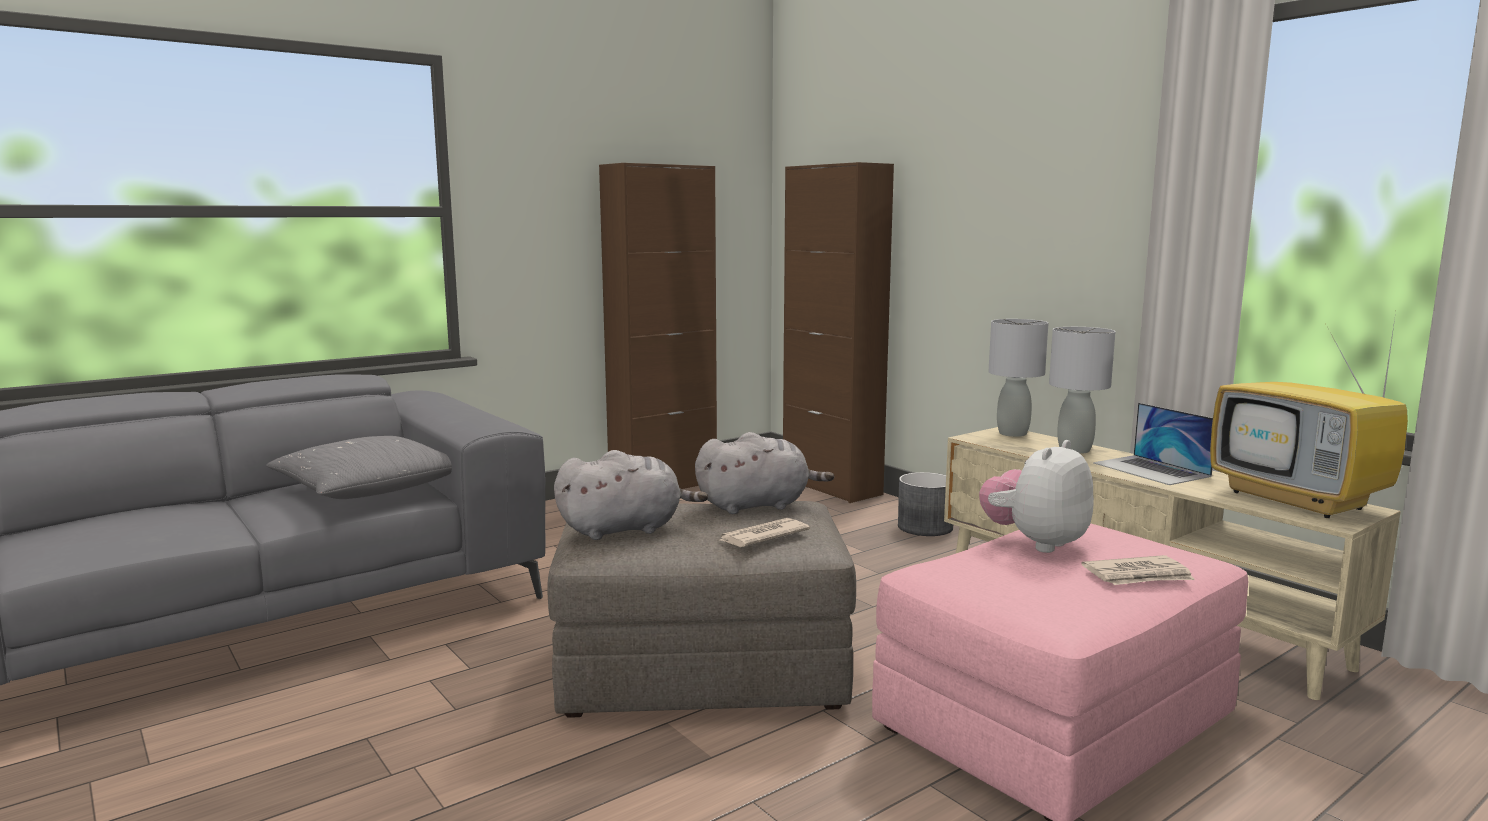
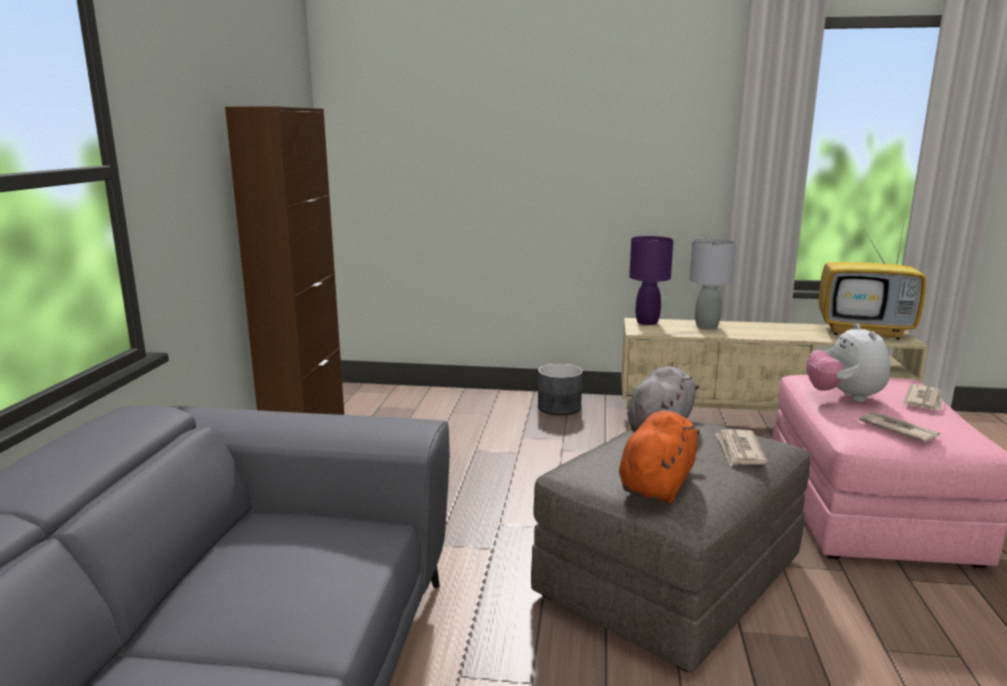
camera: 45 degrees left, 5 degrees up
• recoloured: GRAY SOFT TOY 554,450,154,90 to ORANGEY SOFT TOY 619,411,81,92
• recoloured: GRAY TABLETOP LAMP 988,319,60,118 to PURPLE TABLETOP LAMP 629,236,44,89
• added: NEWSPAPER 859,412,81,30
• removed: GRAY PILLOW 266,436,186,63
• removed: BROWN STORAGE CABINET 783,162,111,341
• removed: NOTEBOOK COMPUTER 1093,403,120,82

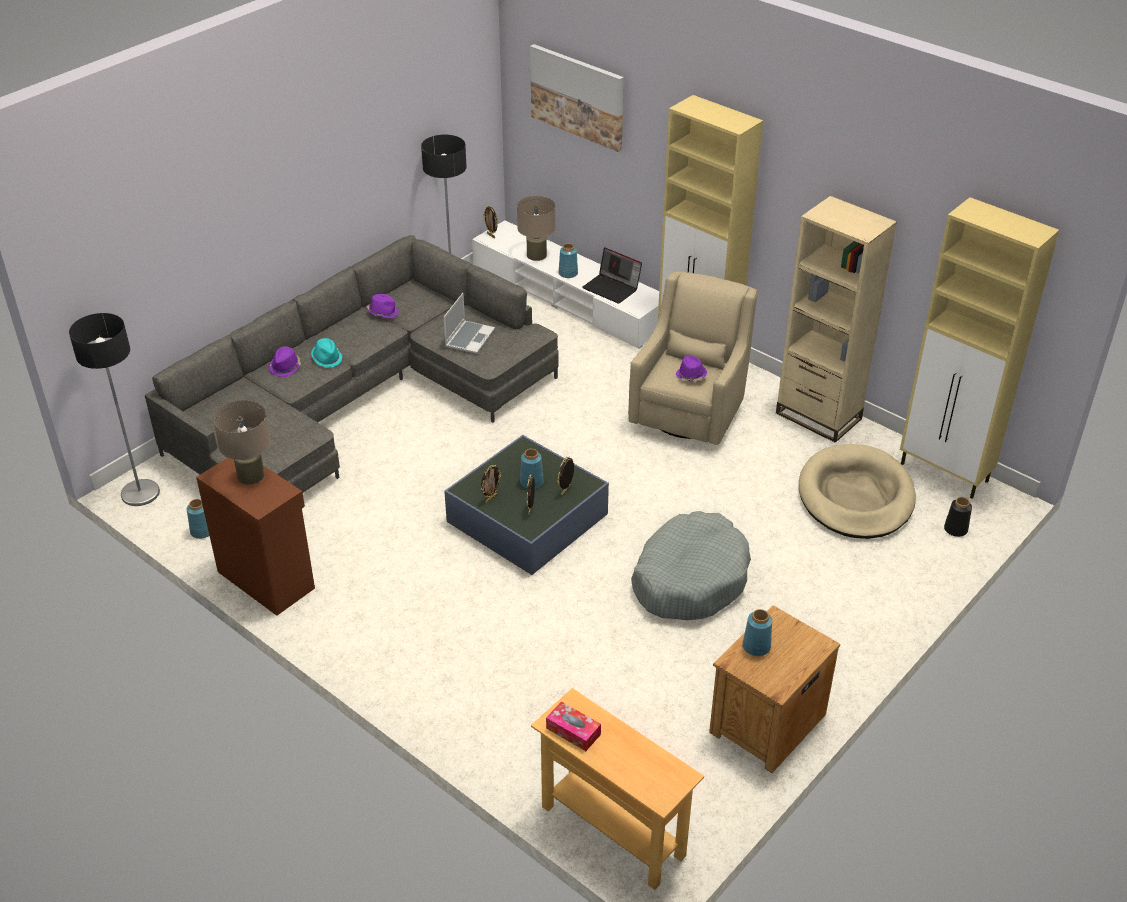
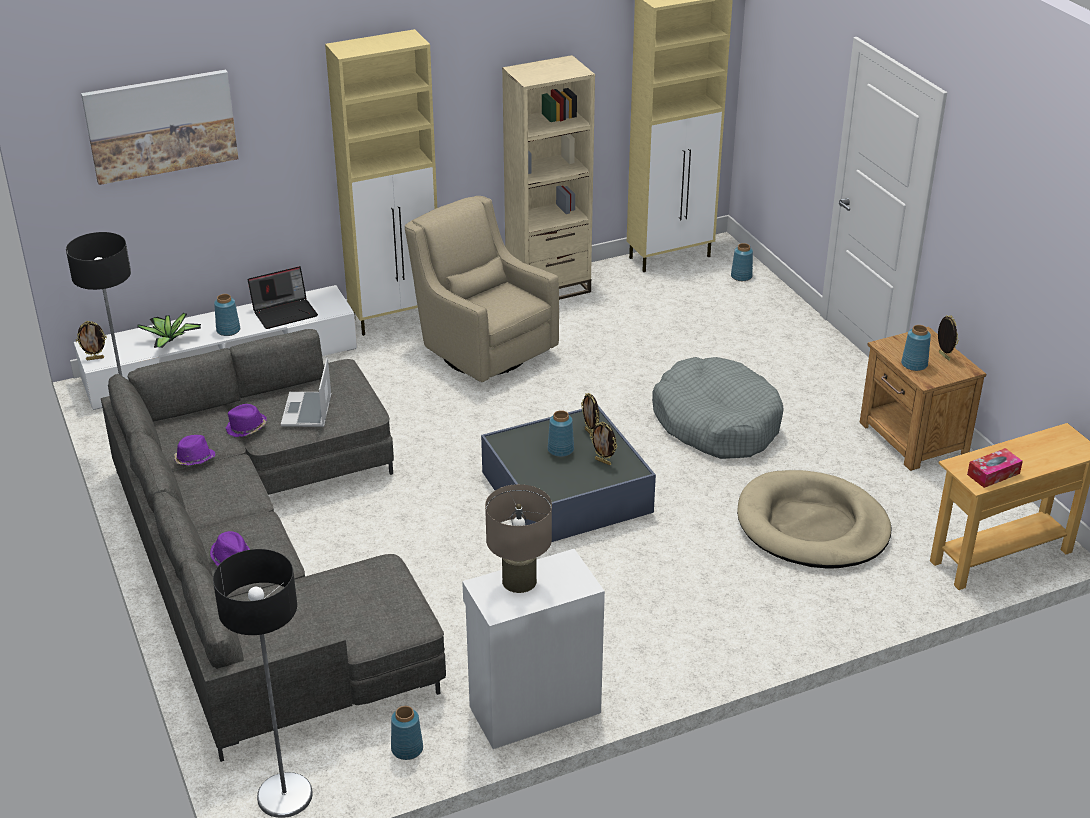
camera: 65 degrees left, 5 degrees down
• replaced: BEIGE-COLOURED TABLETOP LAMP 517,196,38,65 to PLANT IN A POT 137,313,64,35
• moved: PURPLE HAT 676,356,31,25 to 225,404,42,33
• turned: NOTEBOOK COMPUTER 444,293,51,61 = 281,357,51,70 135 degrees counterclockwise
• recoloured: BROWN STORAGE CABINET 196,458,119,158 to WHITISH STORAGE CABINET 462,549,143,200
• recoloured: BLACK DECORATIVE VASE 944,497,28,40 to BLUE DECORATIVE VASE 731,243,22,38
• moved: BEIGE-COLOURED PET BED 799,444,117,95 to 737,470,155,99
• moved: PHOTO FRAME 481,465,20,38 to 938,315,21,46
• removed: TURQUOISE HAT 311,338,31,30

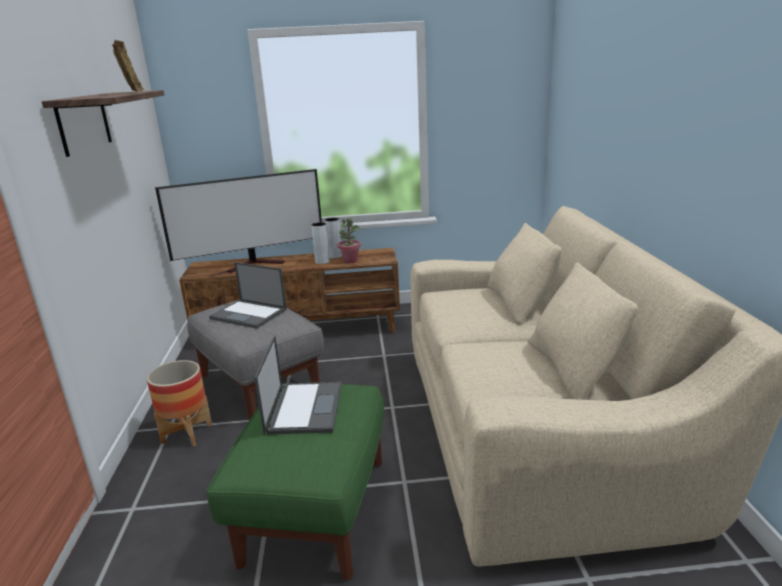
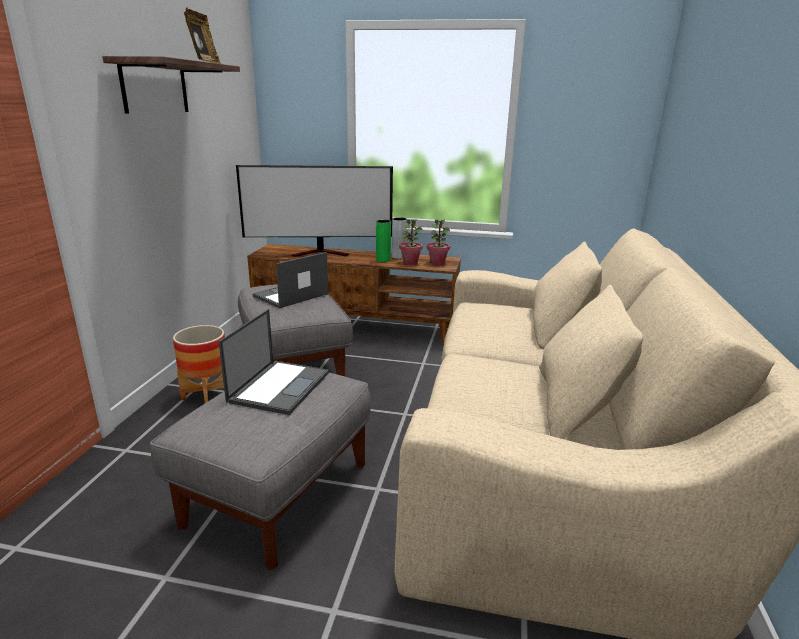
camera: 15 degrees right, 0 degrees up
• recoloured: GREENISH FOOTREST 207,384,177,197 to GRAY FOOTREST 150,373,221,197
• turned: NOTEBOOK COMPUTER 209,262,78,67 = 253,252,75,56 90 degrees clockwise
• recoloured: GRAY DECORATIVE VASE 311,222,19,42 to GREENISH DECORATIVE VASE 376,220,15,42
• added: PLANT IN A POT 427,220,23,45

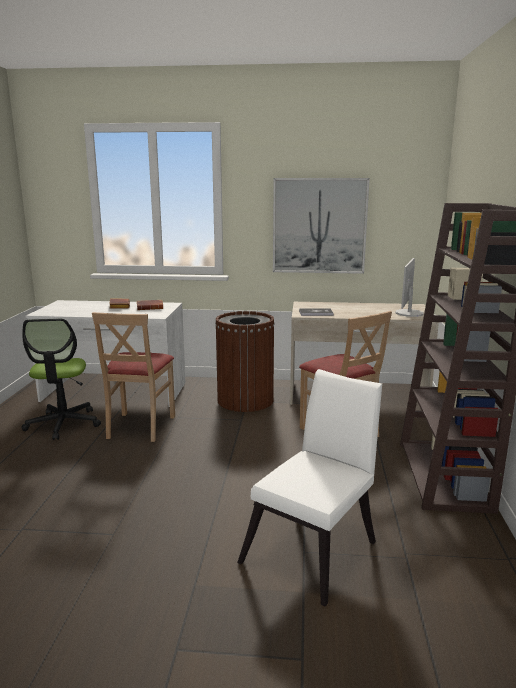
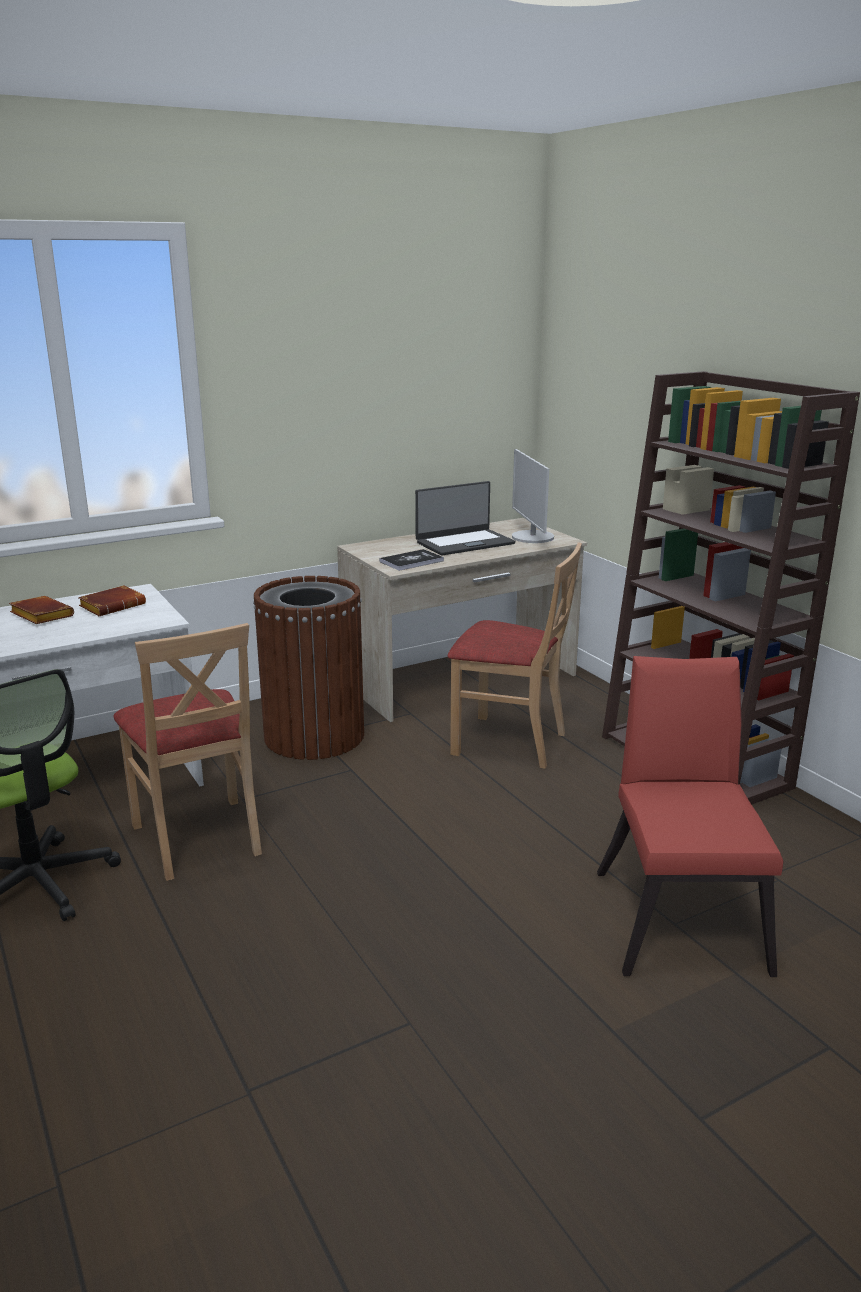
camera: 35 degrees left, 5 degrees up
• added: NOTEBOOK COMPUTER 415,481,100,74
• recoloured: WHITISH UPRIGHT CHAIR 237,369,145,238 to REDDISH UPRIGHT CHAIR 597,656,186,321
• removed: WALL PICTURE 273,178,97,96

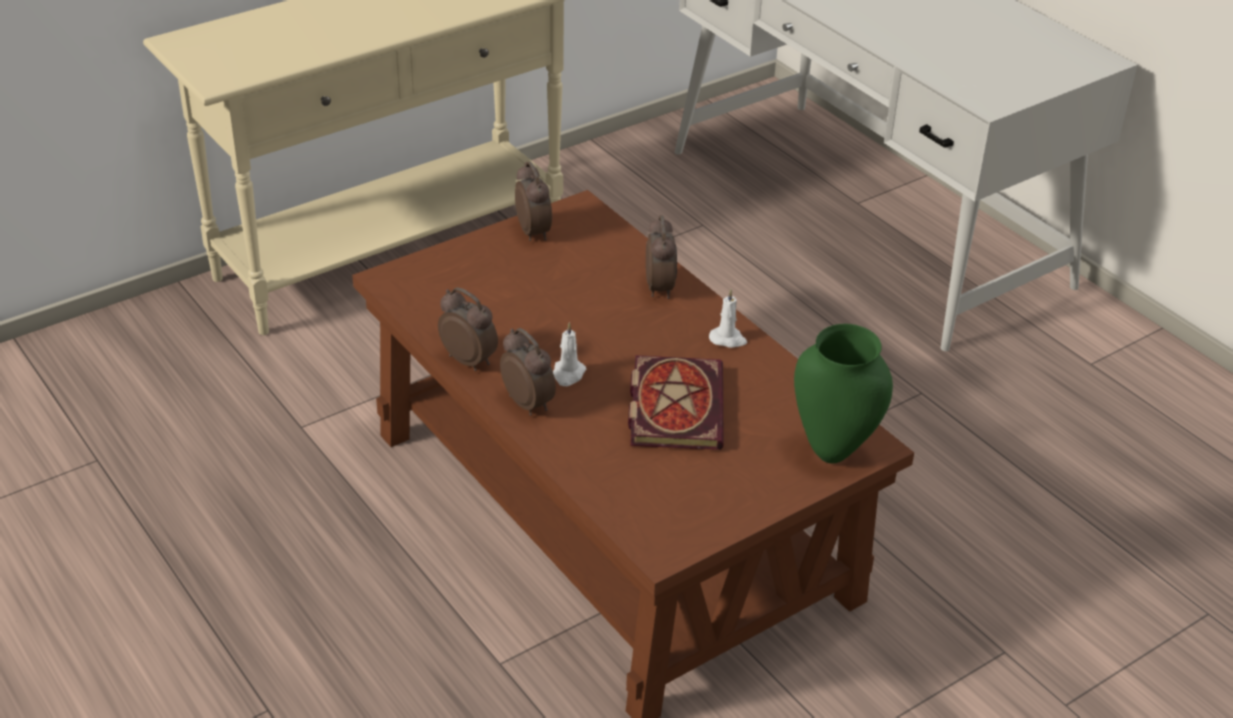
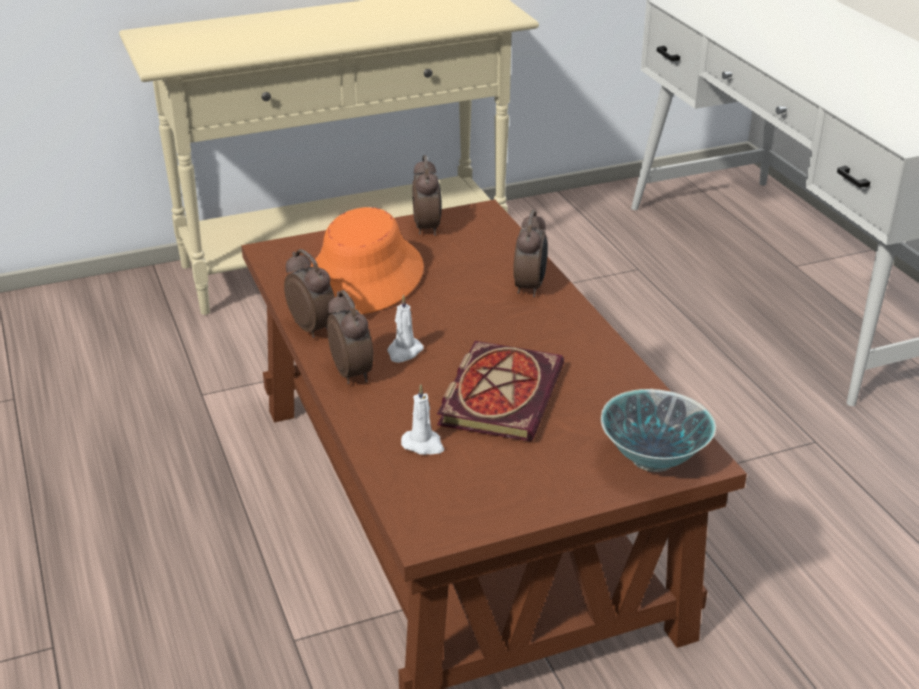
camera: 15 degrees right, 5 degrees down
• added: ORANGEY HAT 310,207,114,107
• moved: WHITISH WAX LIGHT 709,289,38,59 to 401,384,43,71
• replaced: GREENISH DECORATIVE VASE 794,324,99,140 to SERVING BOWL 601,389,115,83

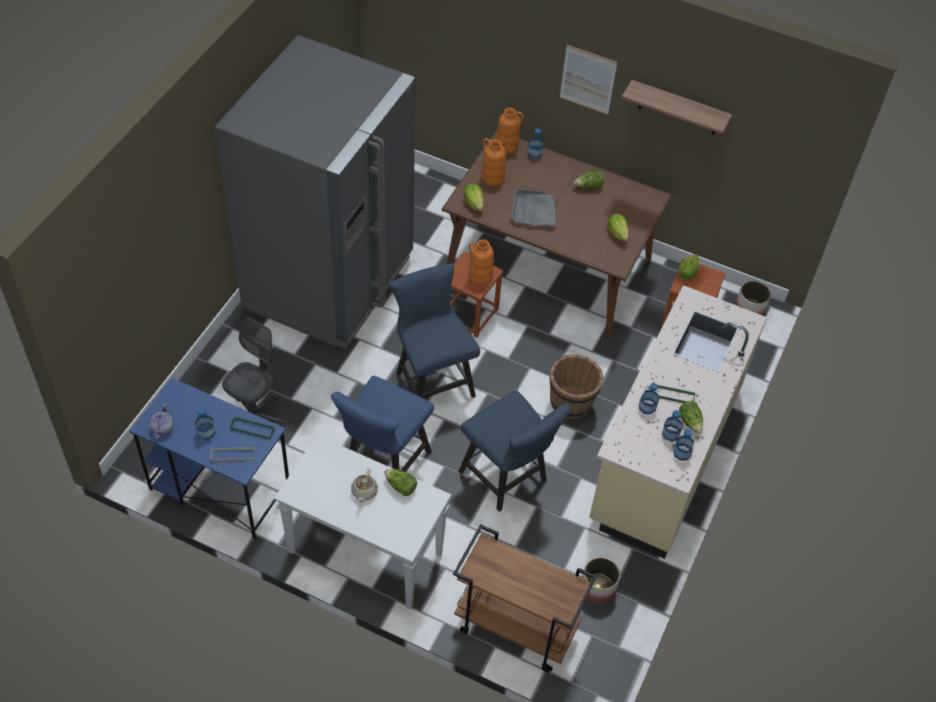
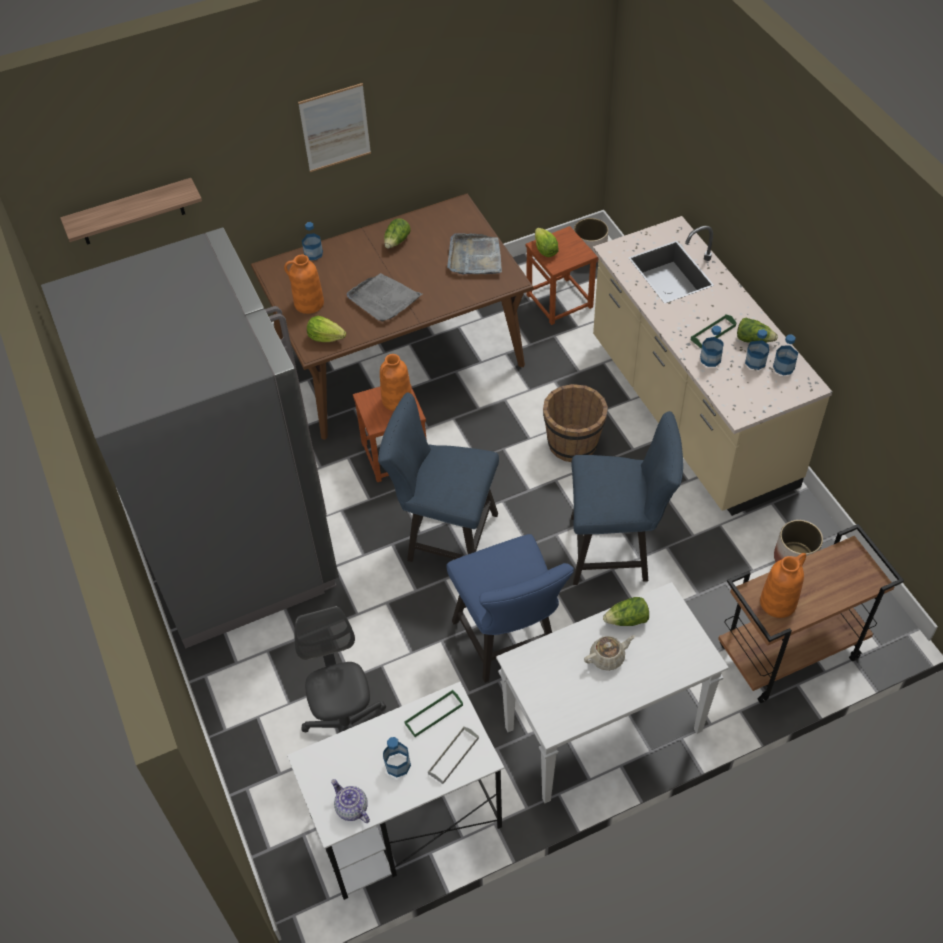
camera: 45 degrees left, 0 degrees up
• moved: SHELF 621,80,111,55 to 60,178,142,67
• recoloured: BLUE DESK 130,378,159,161 to WHITISH DESK 287,682,217,218
• replaced: LETTUCE 607,214,22,28 to GRAY CARRYING TRAY 447,233,55,41
• turned: BEIGE-COLOURED POT FOR TEA 351,468,27,34 = 584,635,51,36 75 degrees counterclockwise
• moved: ORANGEY DECORATIVE VASE 496,108,28,46 to 760,553,46,65

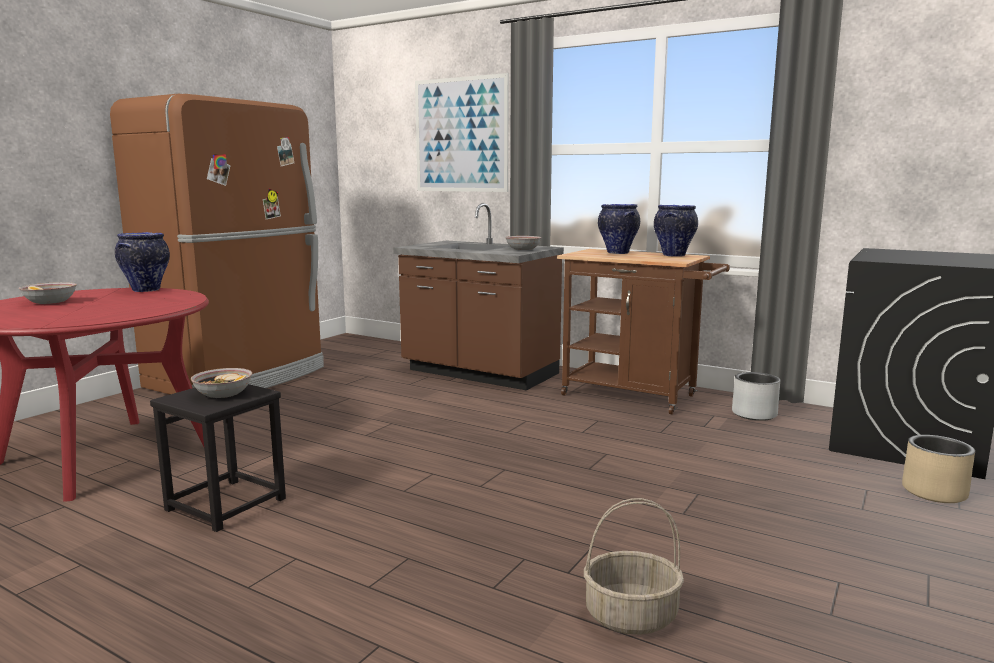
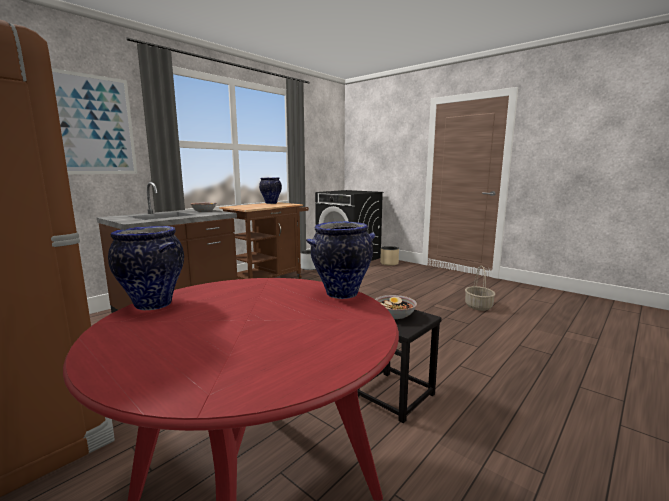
camera: 80 degrees left, 0 degrees up
• moved: DECORATIVE VASE 598,204,42,50 to 306,221,69,78
• removed: SERVING BOWL 19,282,58,22

